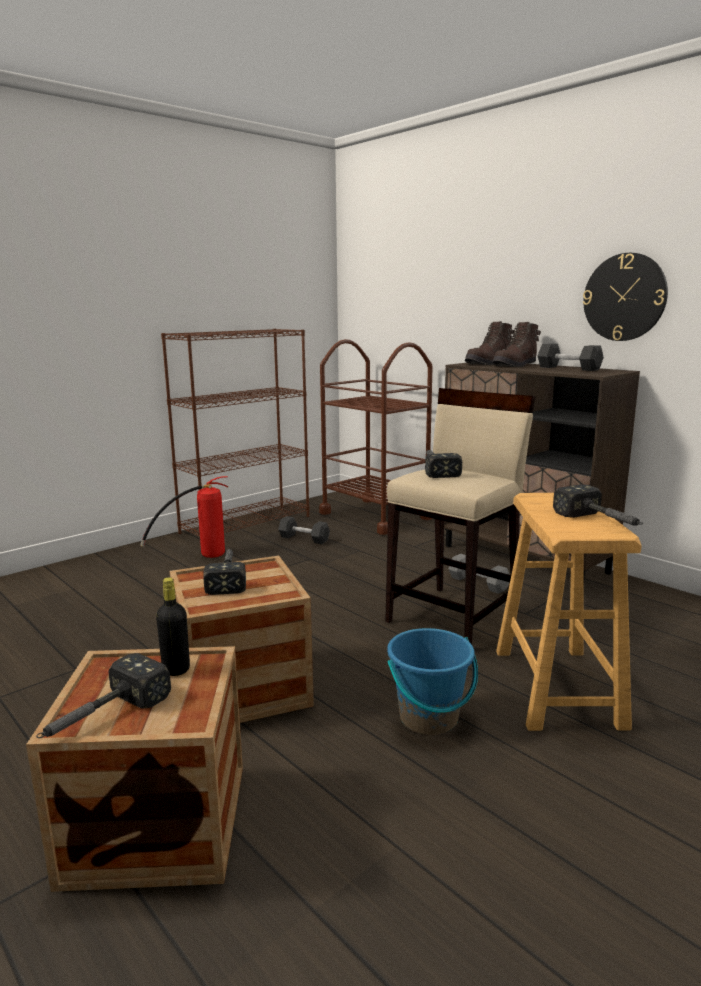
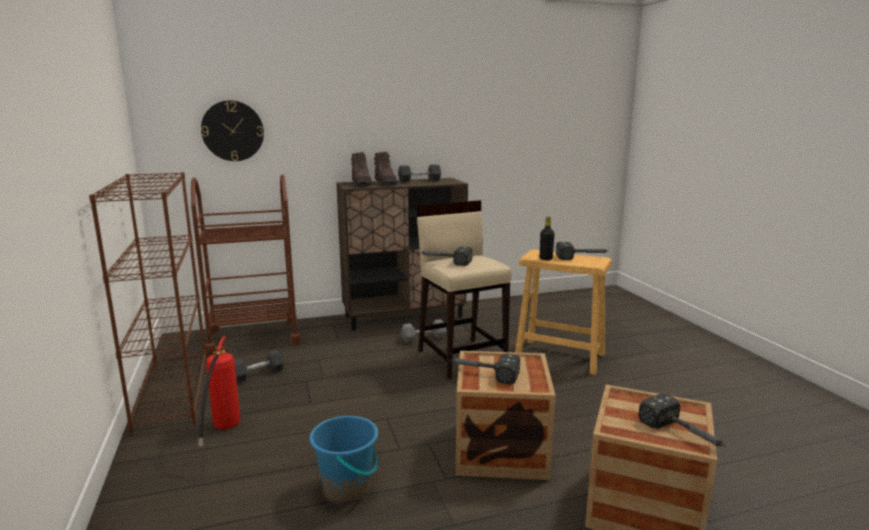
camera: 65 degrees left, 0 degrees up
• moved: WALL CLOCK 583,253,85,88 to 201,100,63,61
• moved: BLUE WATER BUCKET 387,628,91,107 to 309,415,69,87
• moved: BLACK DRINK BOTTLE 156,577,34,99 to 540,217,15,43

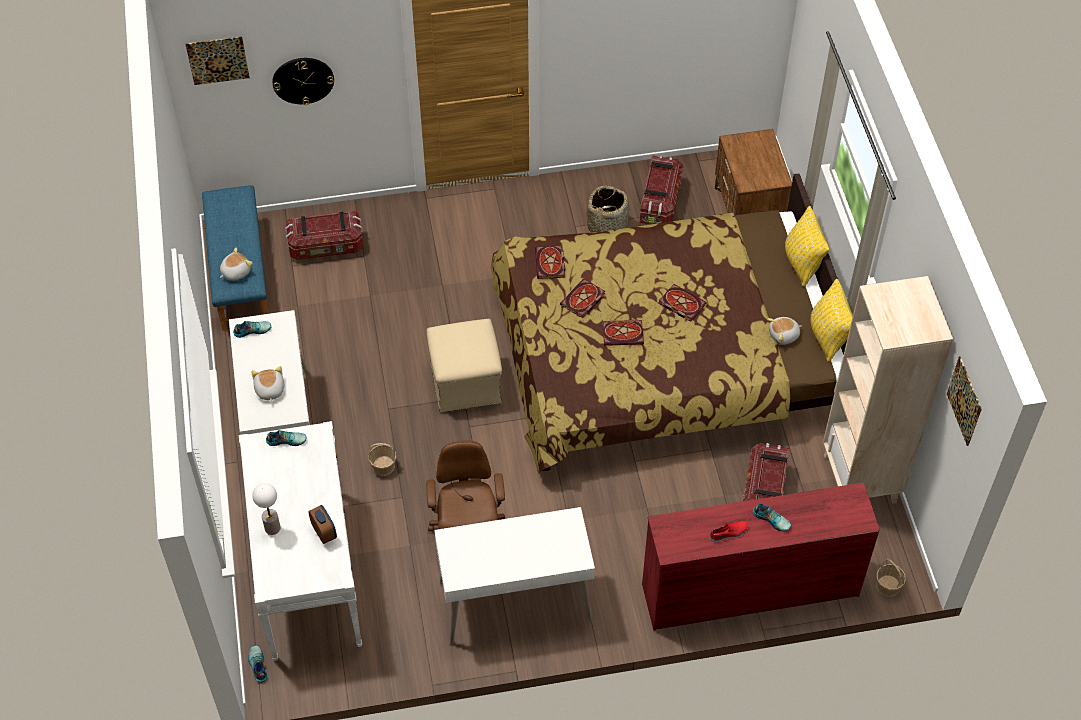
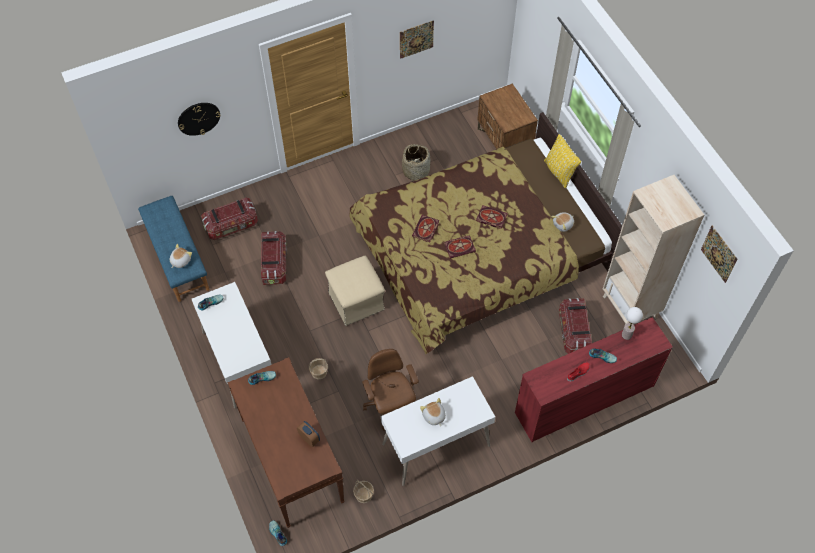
camera: 15 degrees left, 5 degrees up
• recoloured: WHITISH HALL TABLE 239,421,123,240 to BROWN HALL TABLE 227,357,118,171
• moved: STORAGE BOX 640,156,44,69 to 261,231,26,54
• moved: HOUSEHOLD BASKET 876,559,30,38 to 353,480,21,23
• moved: WALL PICTURE 185,36,65,49 to 400,20,34,39
• moved: SOFT TOY 252,366,32,37 to 420,398,26,28
• moved: TABLETOP LAMP 252,483,29,52 to 622,307,21,33
• removed: BOUND BOOK 535,246,30,33
• removed: YELLOW PILLOW 811,279,42,83

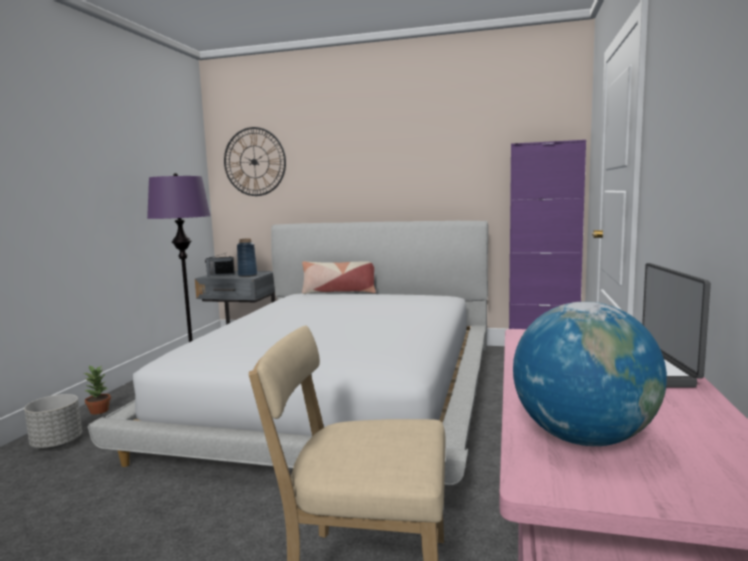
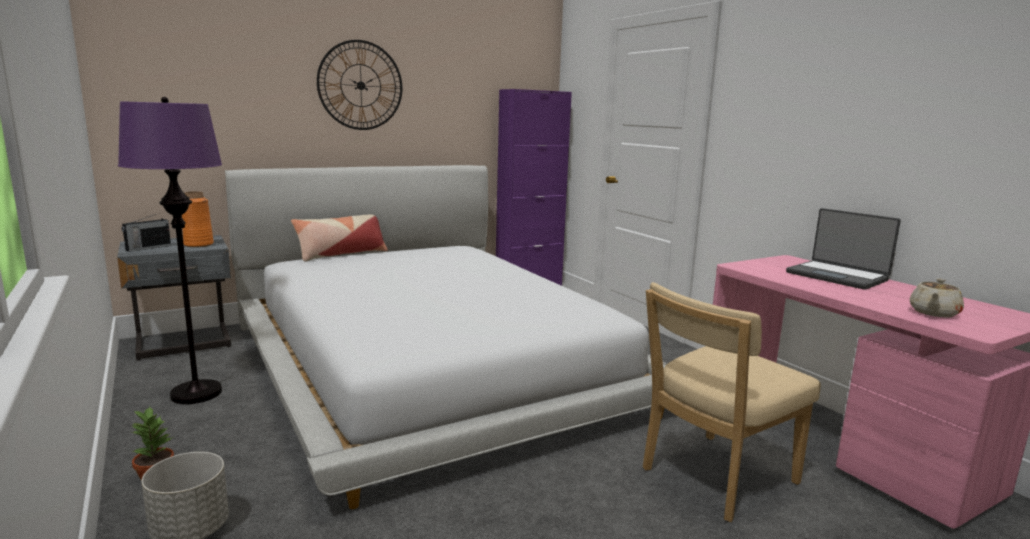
camera: 45 degrees left, 5 degrees up
• recoloured: BLUE DECORATIVE VASE 237,239,20,38 to ORANGEY DECORATIVE VASE 182,191,32,56
• moved: WALL CLOCK 224,127,62,69 to 317,40,85,90
• replaced: DESK GLOBE 513,302,154,144 to BEIGE-COLOURED POT FOR TEA 910,278,54,40

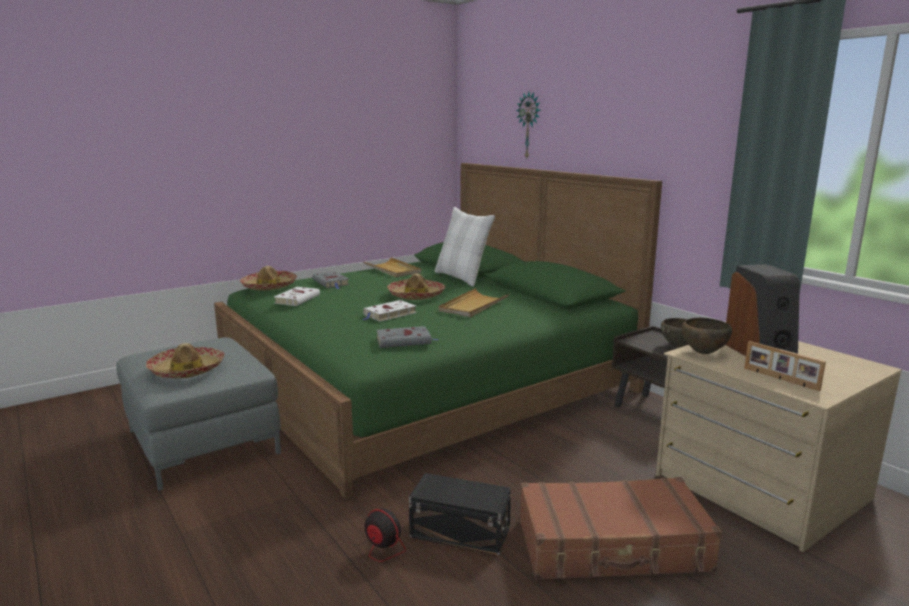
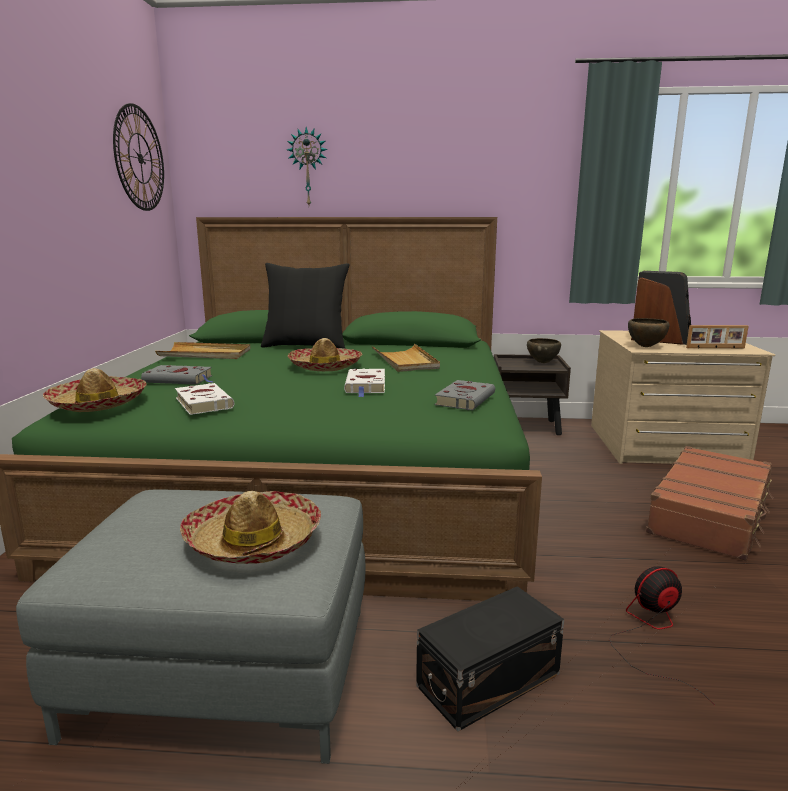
camera: 50 degrees left, 0 degrees up
• added: WALL CLOCK 113,103,51,108
• recoloured: WHITISH PILLOW 435,207,60,80 to BLACK PILLOW 261,263,89,85
• moved: BLACK STORAGE BOX 409,473,102,82 to 416,586,148,146

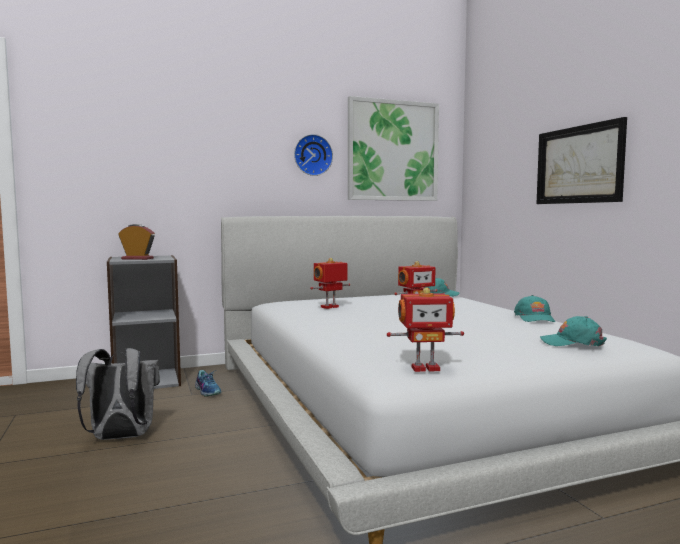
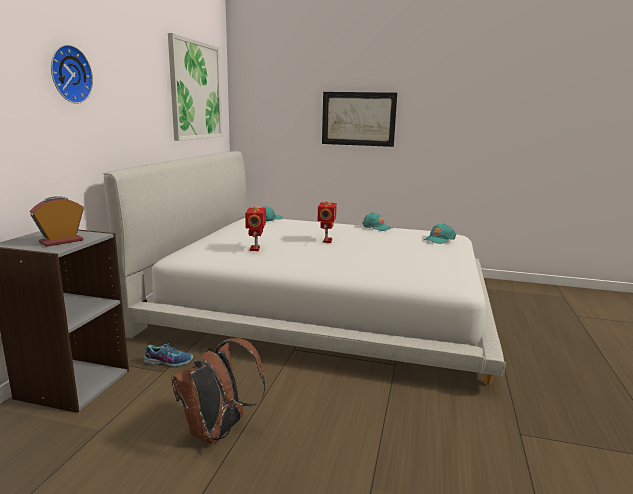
camera: 55 degrees left, 10 degrees up
• moved: WALL CLOCK 294,134,39,42 to 51,44,42,60
• recoloured: GRAY BACKPACK 76,348,84,92 to BROWN BACKPACK 171,338,95,106
• removed: MODEL ROBOT 387,288,77,84

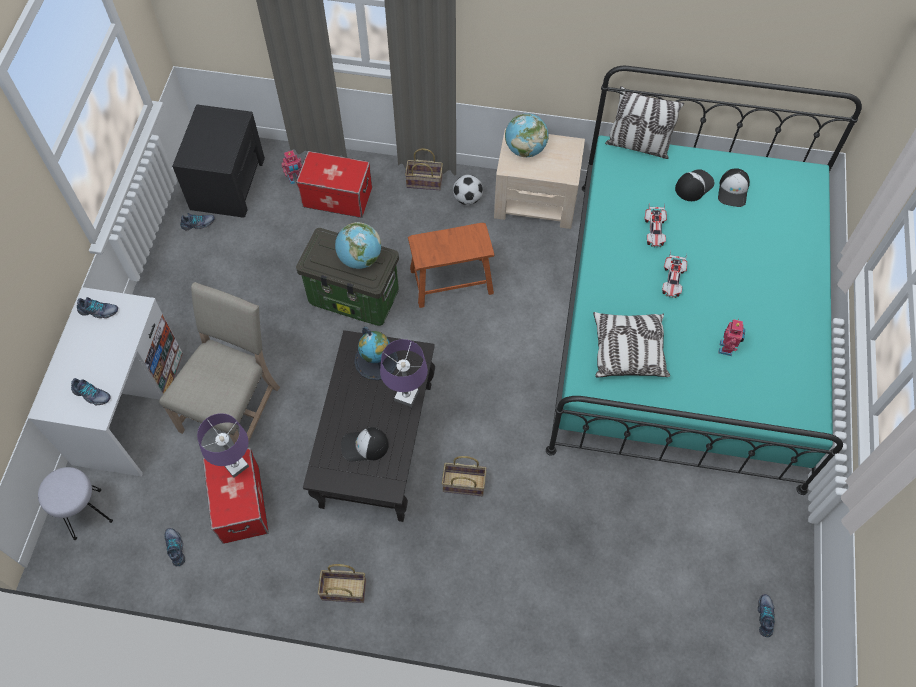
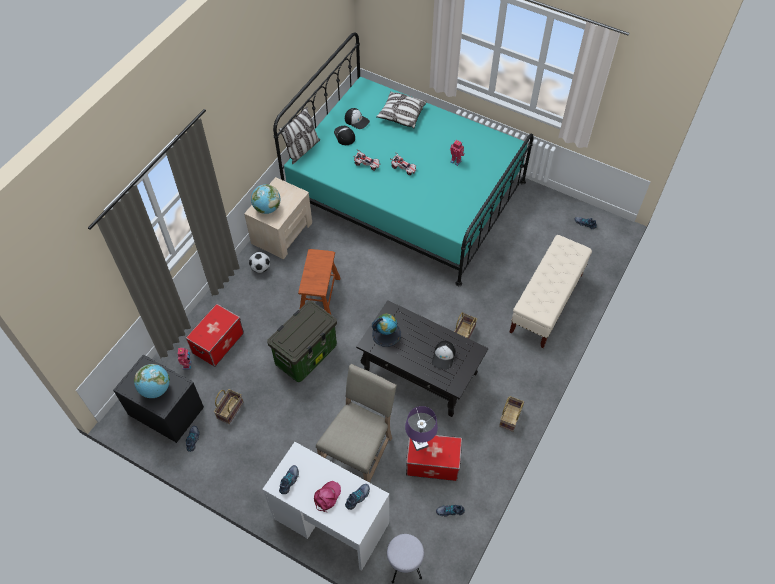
camera: 70 degrees left, 5 degrees down
• moved: DESK GLOBE 335,222,46,47 to 134,364,36,34
• moved: HOUSEHOLD BASKET 405,148,38,42 to 214,389,29,35
• added: PINK CAP 314,481,27,31
• turned: BEIGE-COLOURED UPRIGHT CHAIR 159,282,121,162 = 316,364,81,119 75 degrees clockwise
• moved: PILLOW 593,312,77,65 to 376,91,51,37
• added: BEIGE-COLOURED INDOOR BENCH 509,235,83,113
• removed: PURPLE TABLETOP LAMP 380,339,48,68

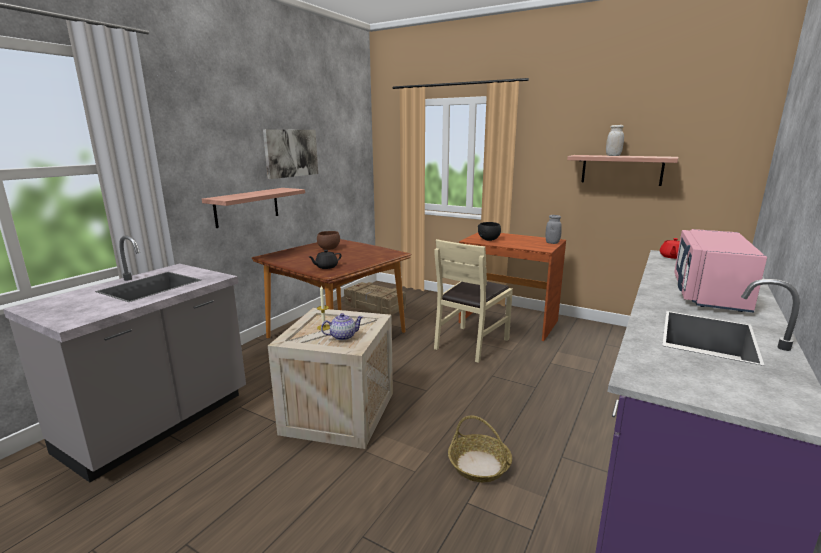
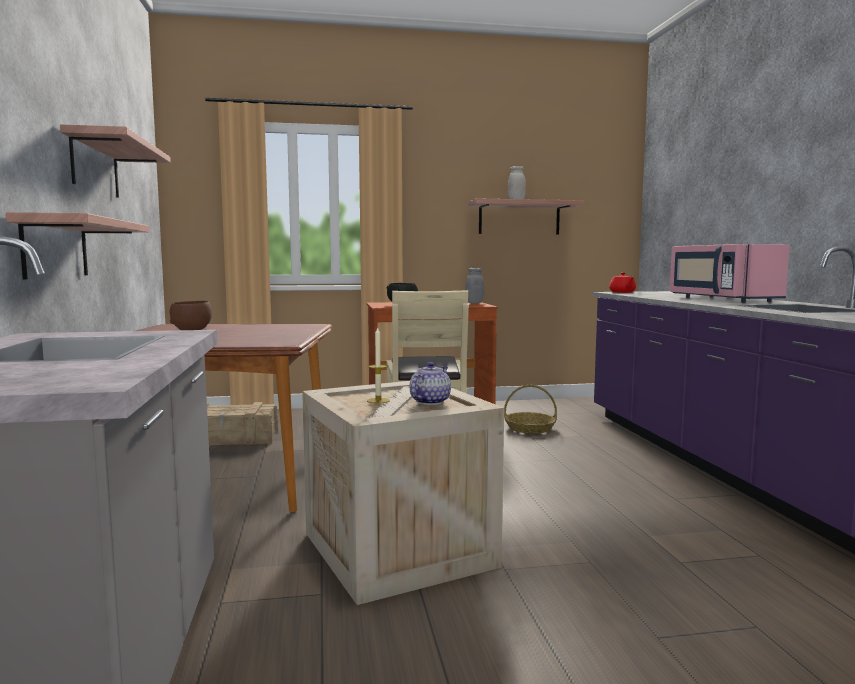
camera: 40 degrees left, 10 degrees down
• replaced: WALL PICTURE 263,129,55,50 to SHELF 60,125,111,73
• moved: HOUSEHOLD BASKET 448,416,64,66 to 504,385,53,49
• removed: BLACK POT FOR TEA 309,250,33,19

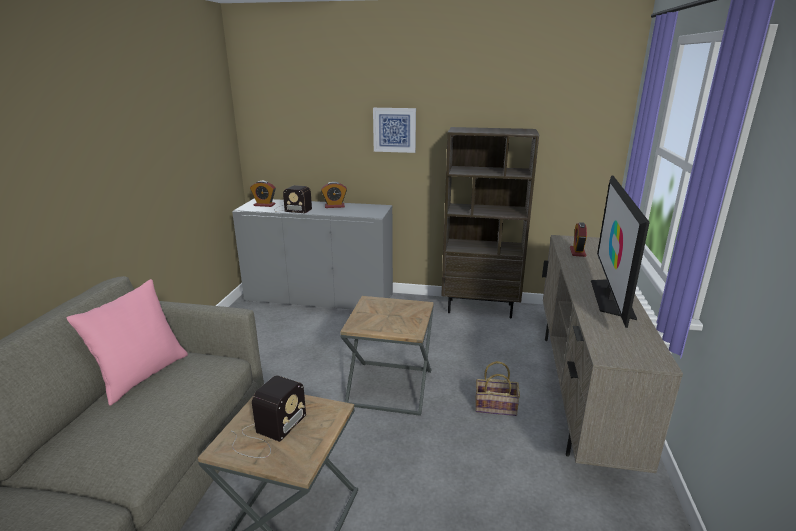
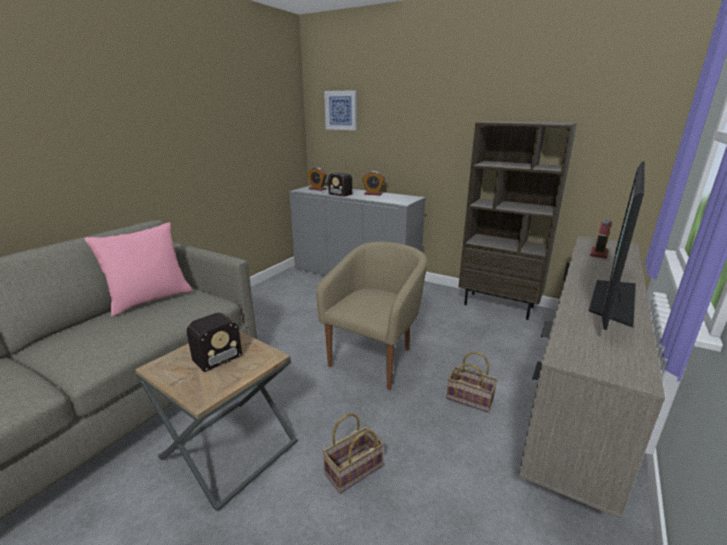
camera: 20 degrees right, 0 degrees up
• replaced: BROWN ACCENT TABLE 340,296,94,120 to BEIGE-COLOURED EASY CHAIR 316,242,111,148
• added: HOUSEHOLD BASKET 322,413,62,81
• moved: WALL PICTURE 373,108,43,45 to 324,90,33,40

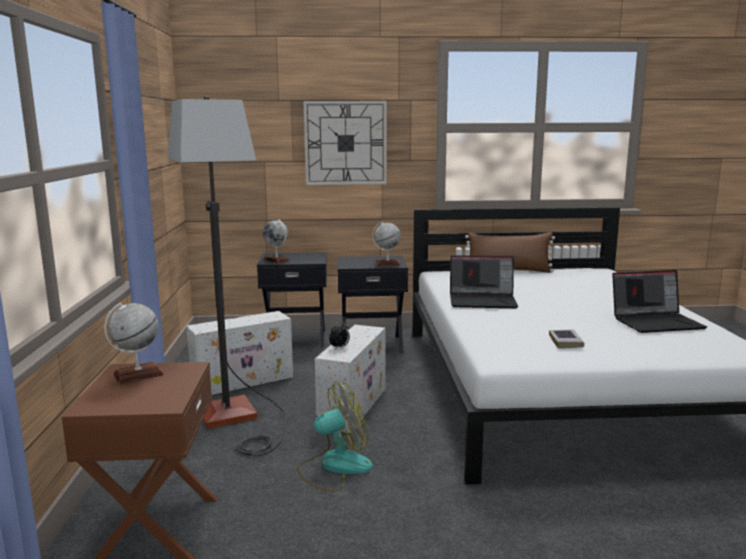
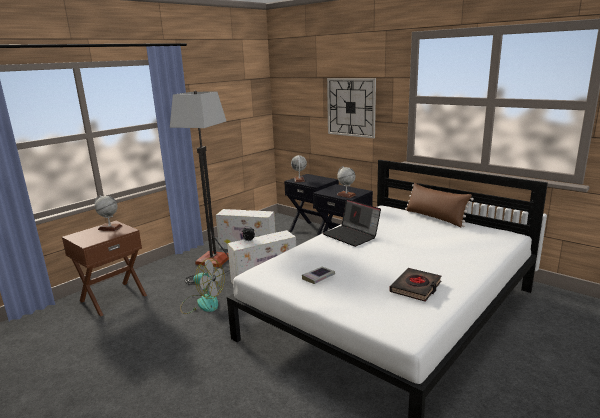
camera: 45 degrees right, 5 degrees up
• replaced: NOTEBOOK COMPUTER 612,270,95,63 to BLACK BOUND BOOK 389,268,53,34

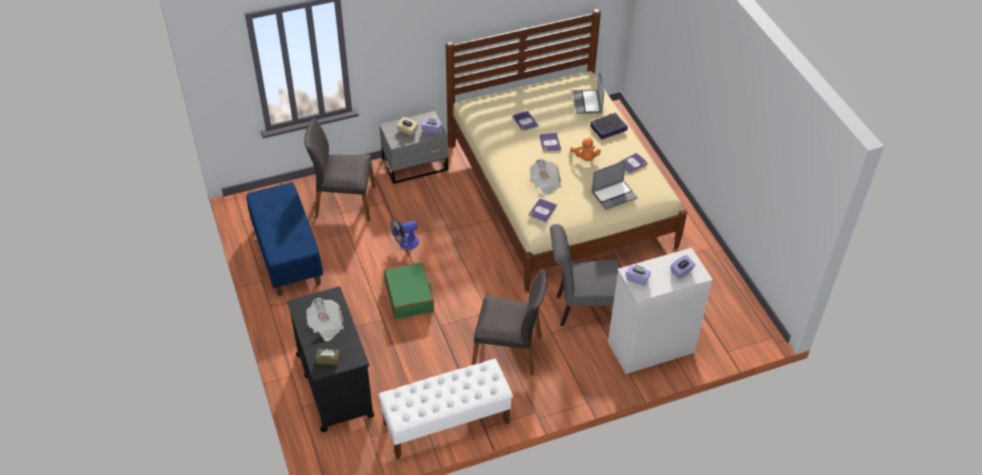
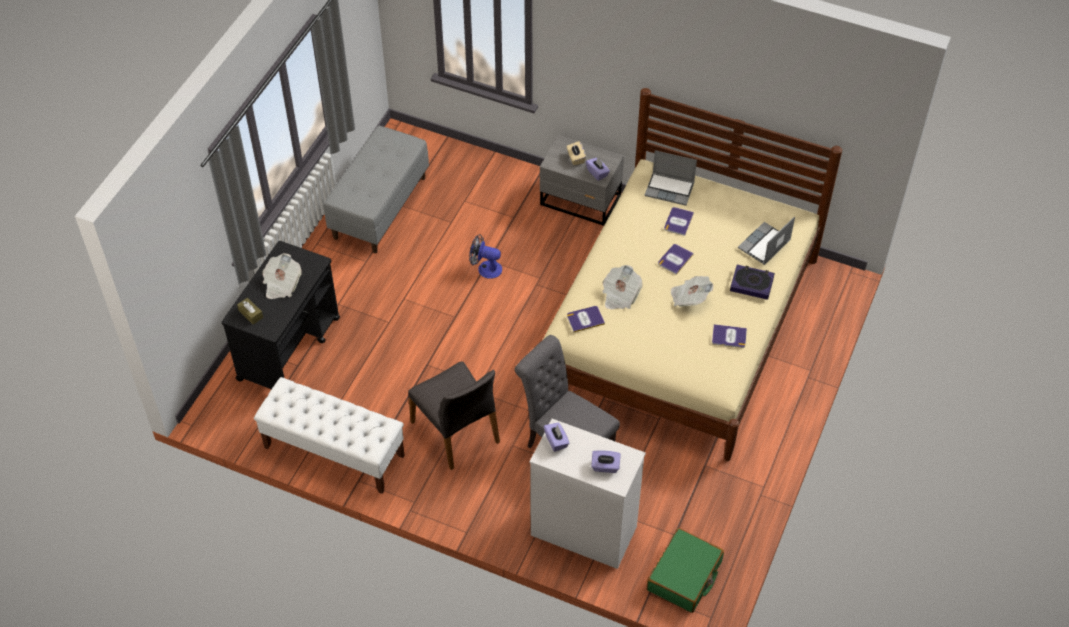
camera: 45 degrees right, 5 degrees up
• recoloured: BLUE INDOOR BENCH 246,183,77,113 to GRAY INDOOR BENCH 324,126,105,127
• moved: NOTEBOOK COMPUTER 591,160,47,50 to 645,150,52,56
• moved: GREENISH TRAVEL CASE 384,263,50,56 to 647,528,77,85
• replaced: ORANGEY SOFT TOY 570,137,31,24 to NEWSPAPER 671,276,42,31
• removed: GRAY UPRIGHT CHAIR 304,118,71,103

